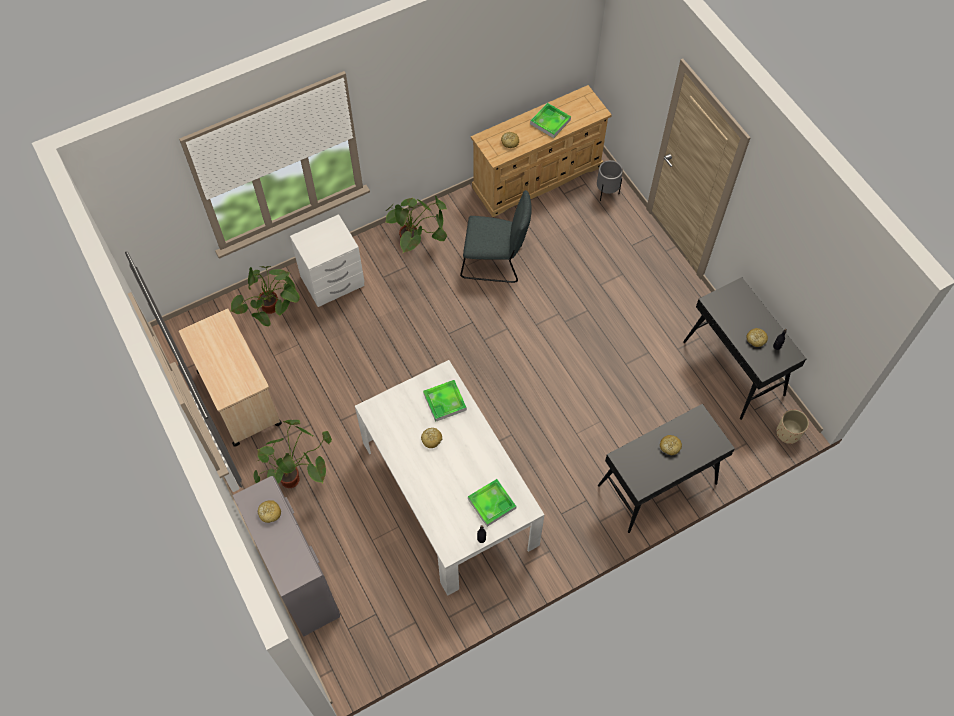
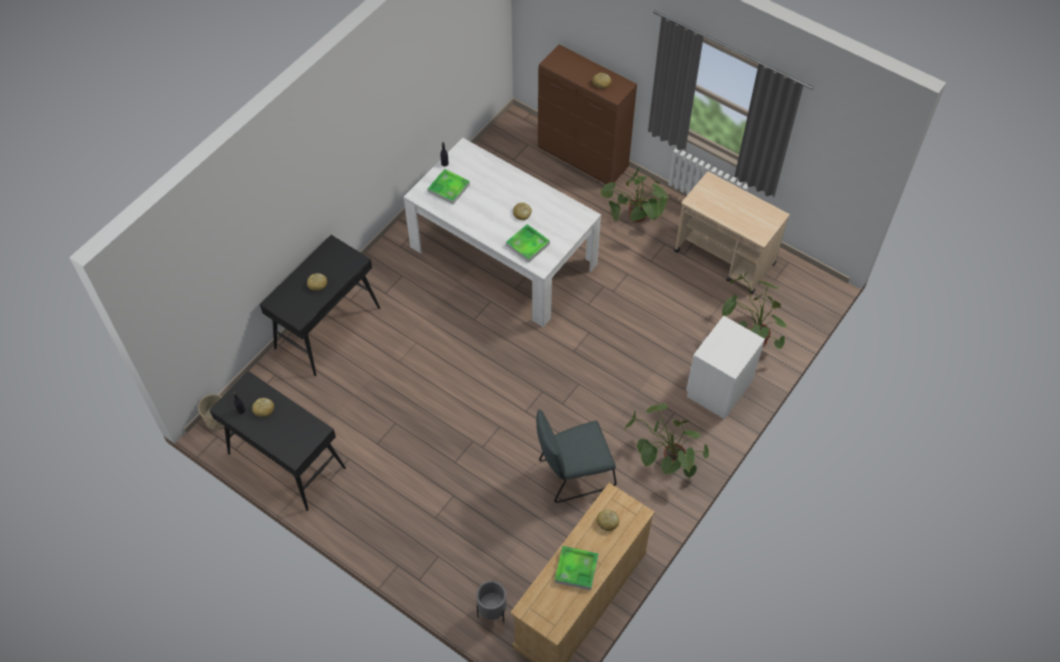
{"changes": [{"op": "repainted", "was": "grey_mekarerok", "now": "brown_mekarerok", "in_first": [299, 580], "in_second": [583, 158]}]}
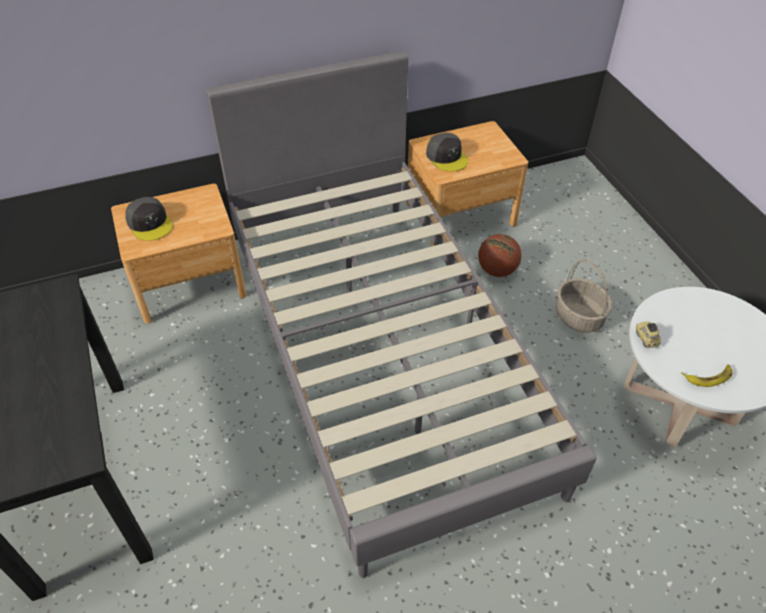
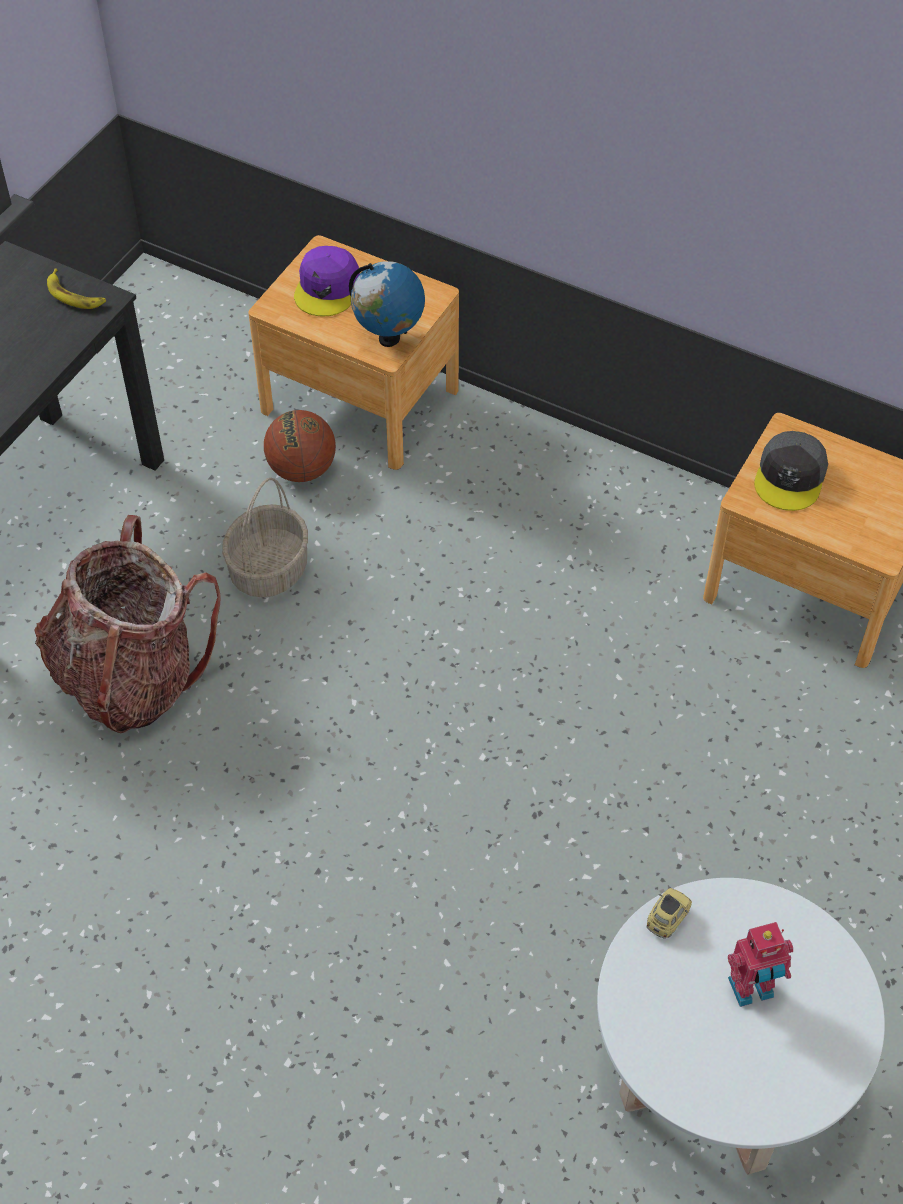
{"changes": [{"op": "new", "now": "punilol", "in_second": [131, 677]}, {"op": "shifted", "was": "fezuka", "in_first": [708, 377], "in_second": [75, 295]}, {"op": "shifted", "was": "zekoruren", "in_first": [579, 317], "in_second": [269, 570]}, {"op": "shifted", "was": "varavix", "in_first": [497, 270], "in_second": [302, 469]}, {"op": "repainted", "was": "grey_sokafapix", "now": "purple_sokafapix", "in_first": [150, 223], "in_second": [327, 288]}, {"op": "new", "now": "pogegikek", "in_second": [389, 338]}, {"op": "new", "now": "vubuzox", "in_second": [752, 990]}, {"op": "gone", "was": "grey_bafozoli", "in_first": [382, 353]}]}
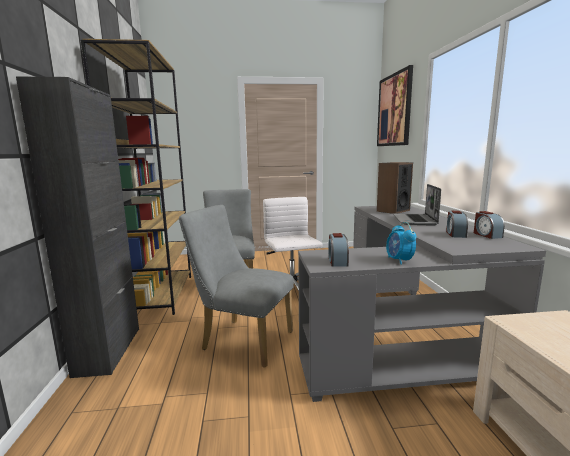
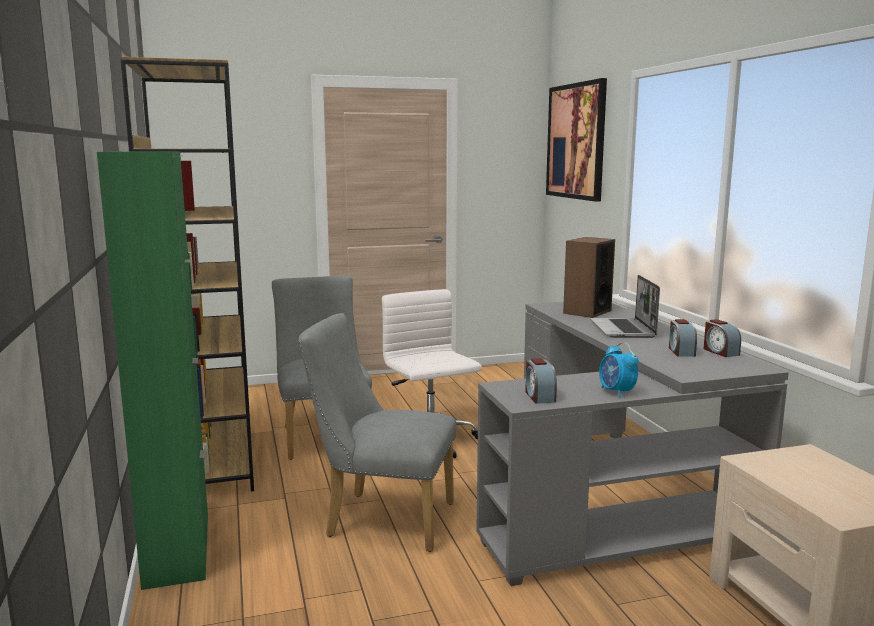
{"changes": [{"op": "repainted", "was": "black_mekarerok", "now": "green_mekarerok", "in_first": [108, 351], "in_second": [177, 550]}]}
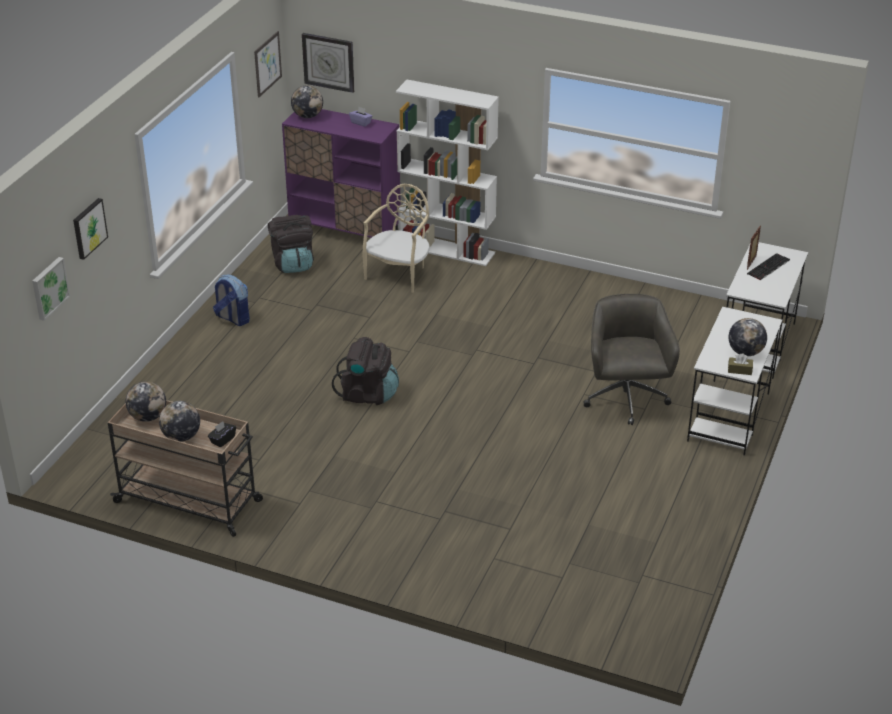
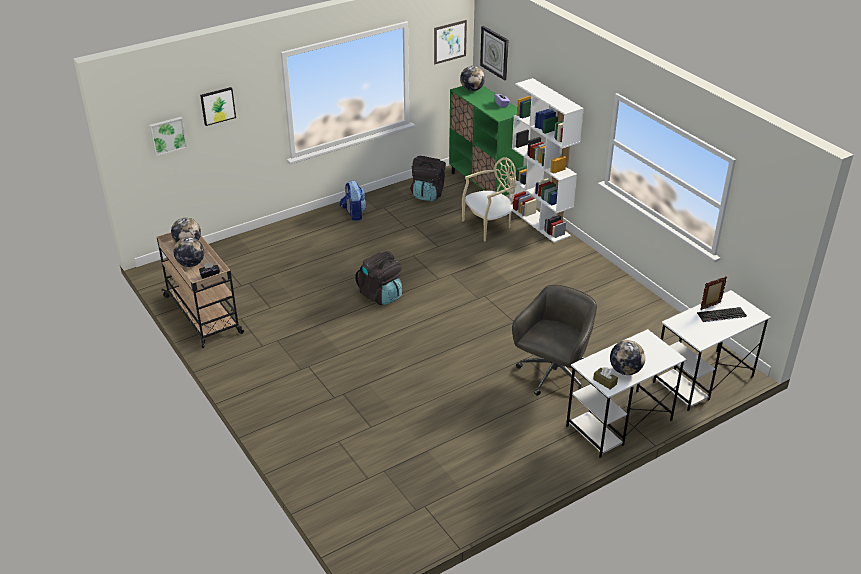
{"changes": [{"op": "repainted", "was": "purple_mekarerok", "now": "green_mekarerok", "in_first": [345, 231], "in_second": [484, 185]}]}
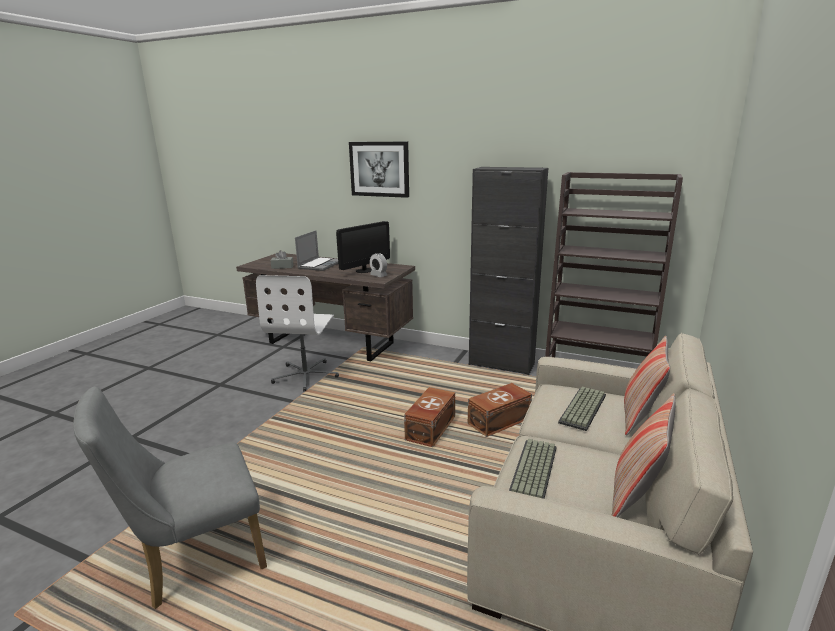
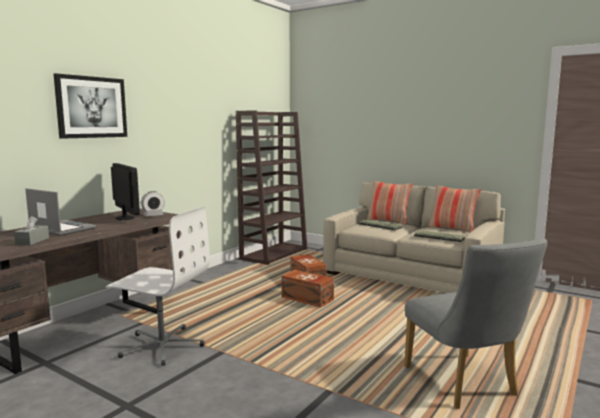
{"changes": [{"op": "gone", "was": "black_mekarerok", "in_first": [501, 364]}]}
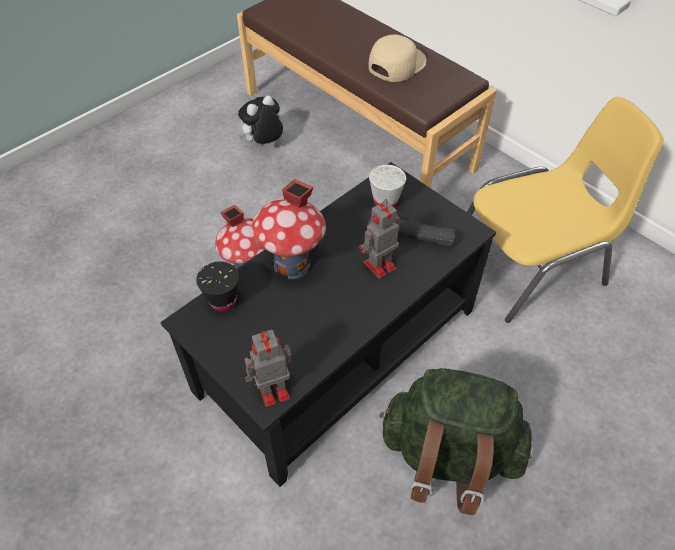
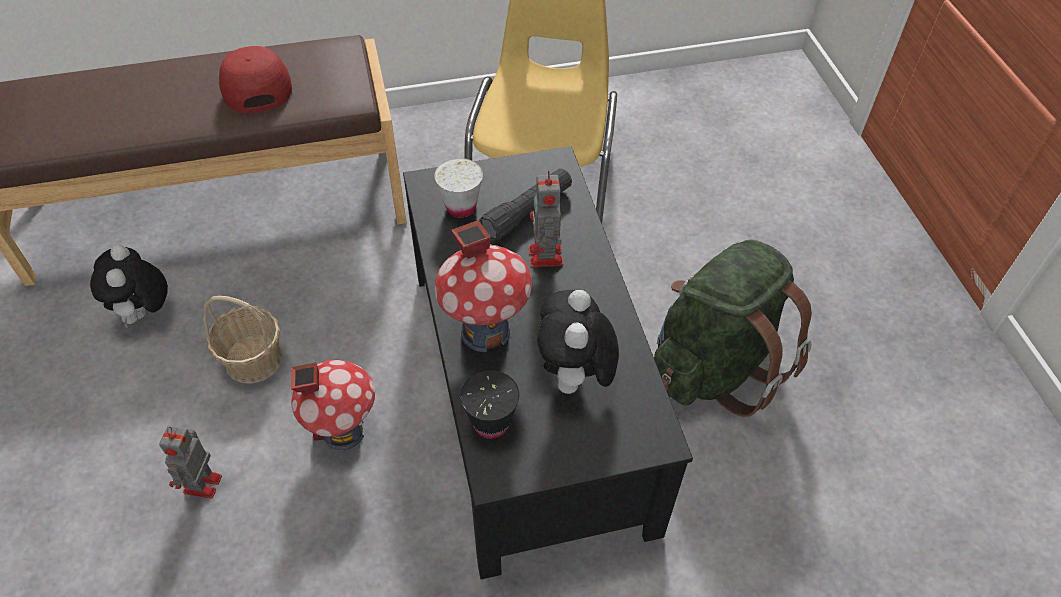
{"changes": [{"op": "shifted", "was": "vubuzox", "in_first": [271, 391], "in_second": [201, 486]}, {"op": "new", "now": "zekoruren", "in_second": [253, 359]}, {"op": "repainted", "was": "beige_sokafapix", "now": "red_sokafapix", "in_first": [396, 64], "in_second": [254, 85]}, {"op": "new", "now": "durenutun", "in_second": [574, 378]}]}
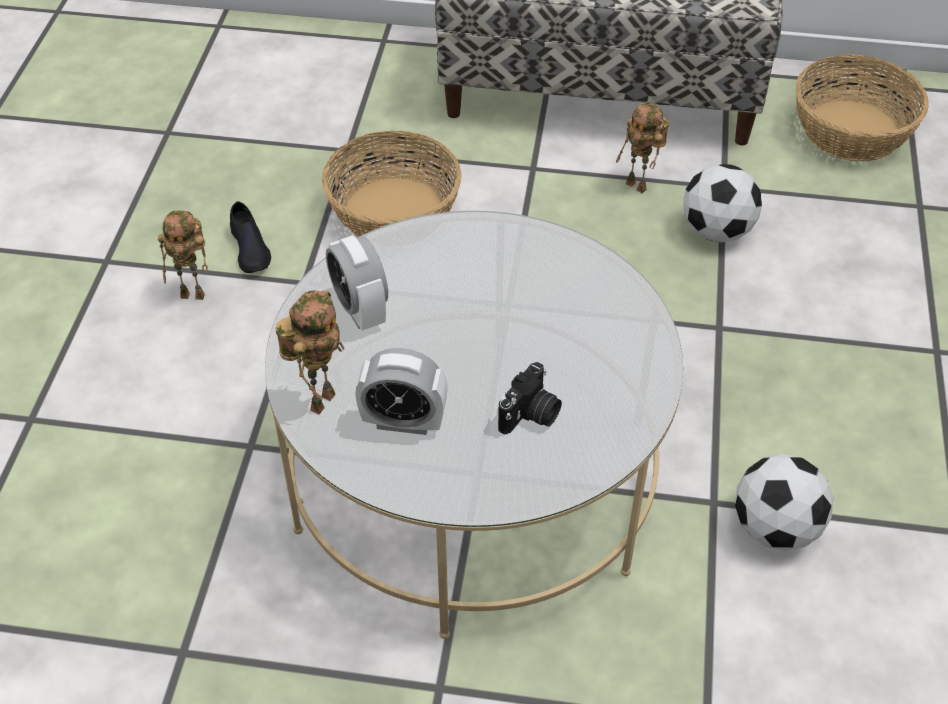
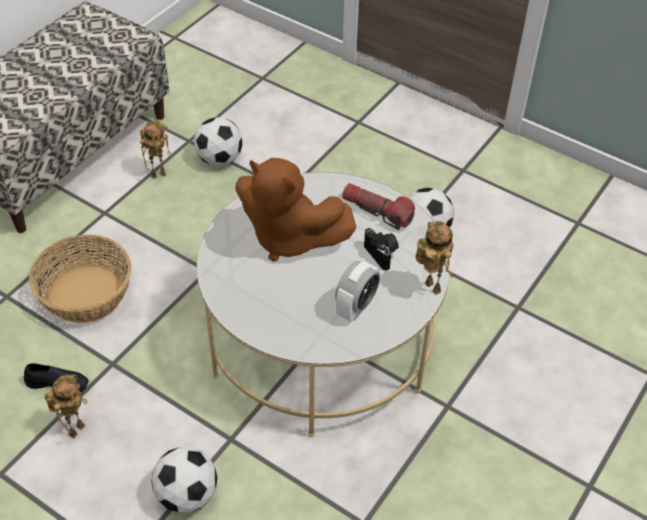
{"changes": [{"op": "new", "now": "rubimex", "in_second": [187, 494]}, {"op": "new", "now": "brown_durenutun", "in_second": [289, 237]}, {"op": "new", "now": "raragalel", "in_second": [377, 211]}, {"op": "shifted", "was": "vubuzox", "in_first": [321, 399], "in_second": [430, 287]}, {"op": "gone", "was": "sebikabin", "in_first": [360, 309]}, {"op": "gone", "was": "zekoruren", "in_first": [852, 131]}]}
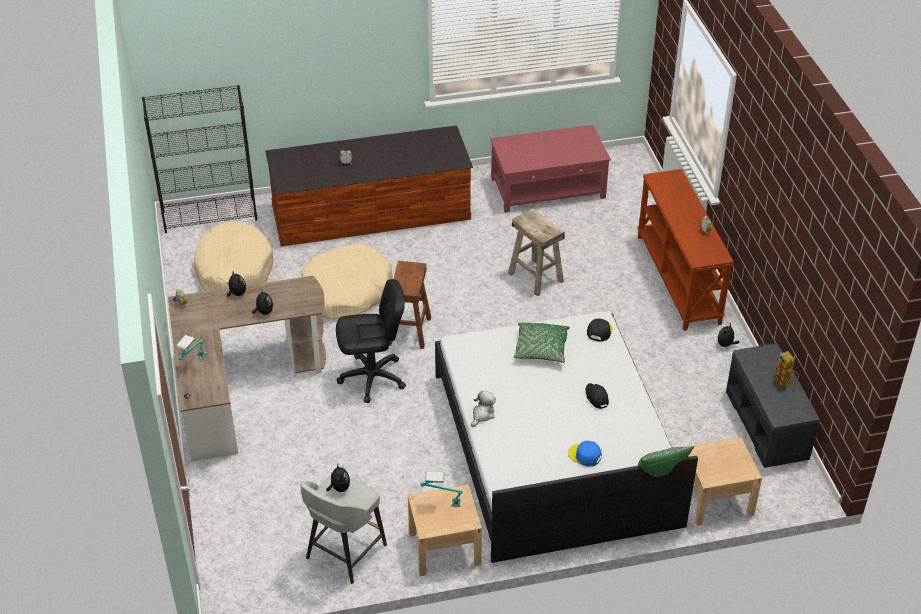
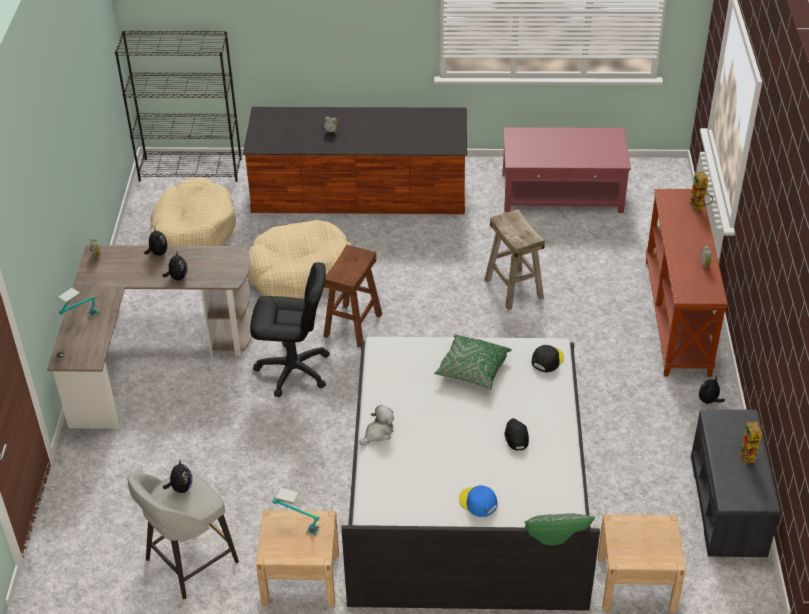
{"changes": [{"op": "new", "now": "vubuzox", "in_second": [698, 208]}]}
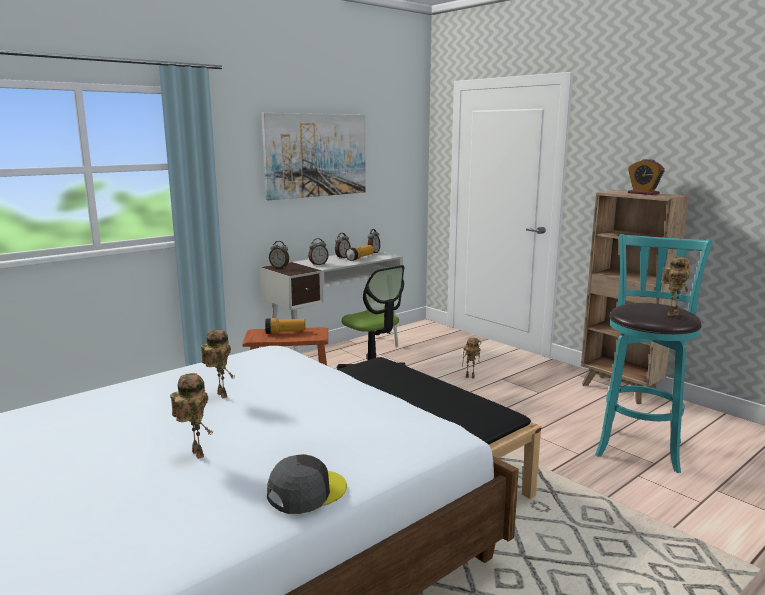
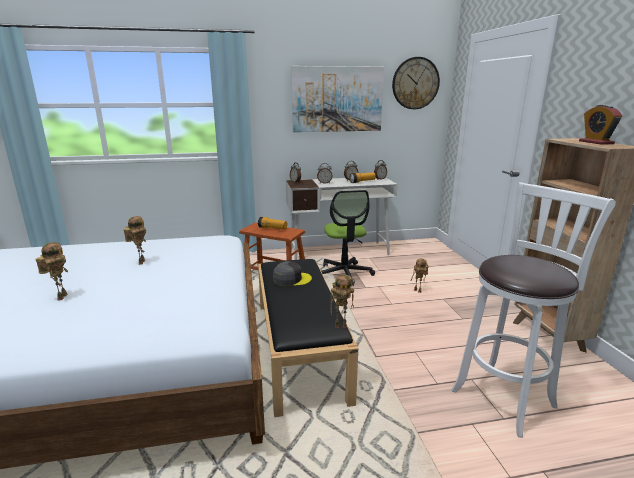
{"changes": [{"op": "shifted", "was": "grey_sokafapix", "in_first": [306, 492], "in_second": [291, 279]}, {"op": "shifted", "was": "vubuzox", "in_first": [672, 314], "in_second": [341, 325]}, {"op": "new", "now": "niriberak", "in_second": [415, 83]}, {"op": "repainted", "was": "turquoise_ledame", "now": "white_ledame", "in_first": [639, 446], "in_second": [506, 396]}]}
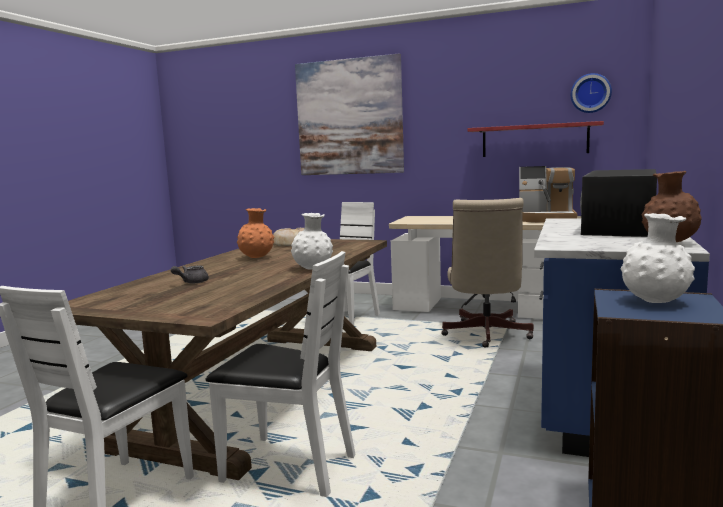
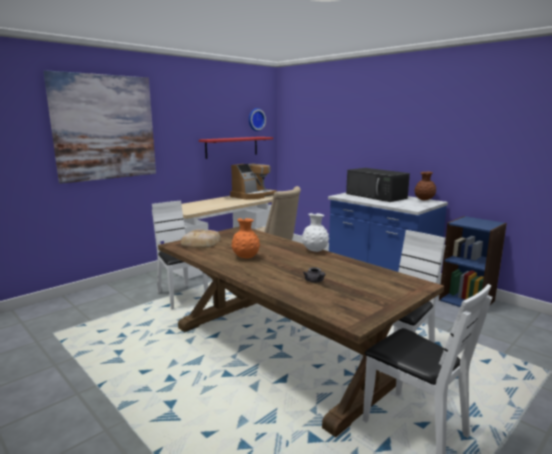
{"changes": [{"op": "gone", "was": "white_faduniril", "in_first": [655, 301]}]}
